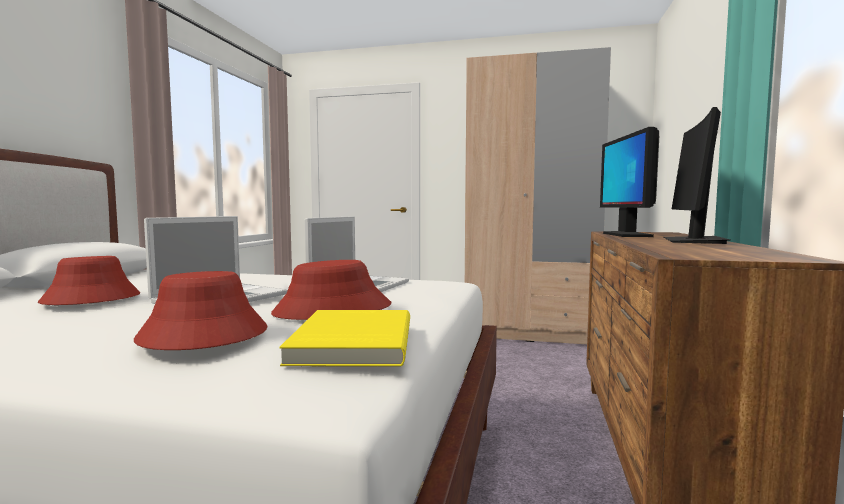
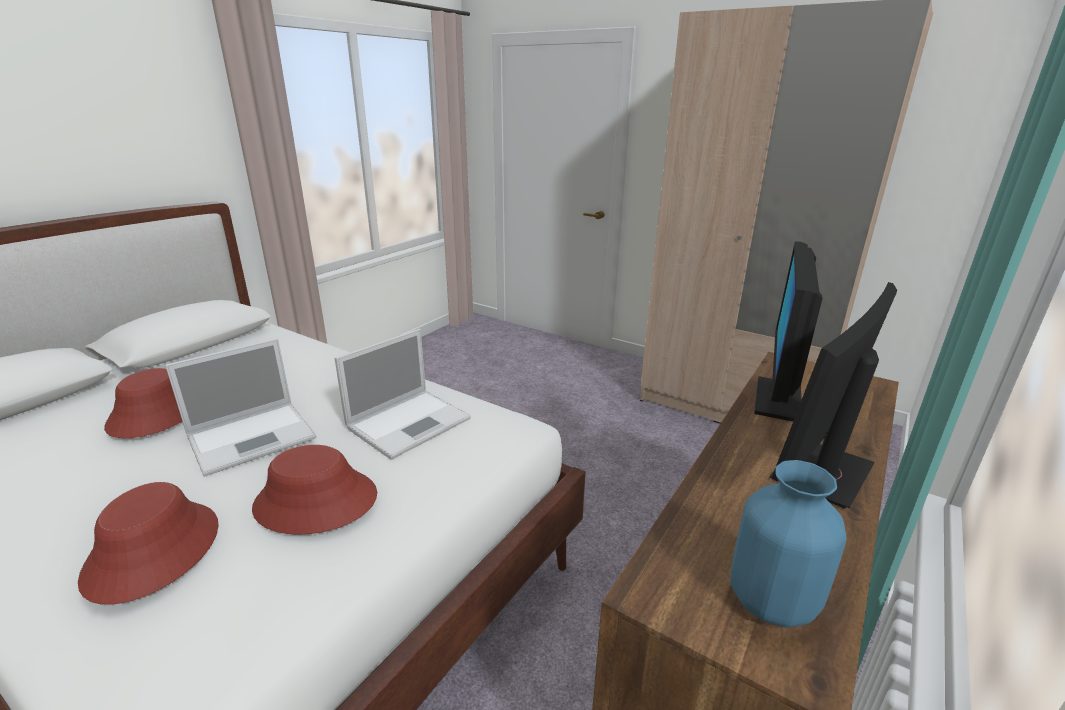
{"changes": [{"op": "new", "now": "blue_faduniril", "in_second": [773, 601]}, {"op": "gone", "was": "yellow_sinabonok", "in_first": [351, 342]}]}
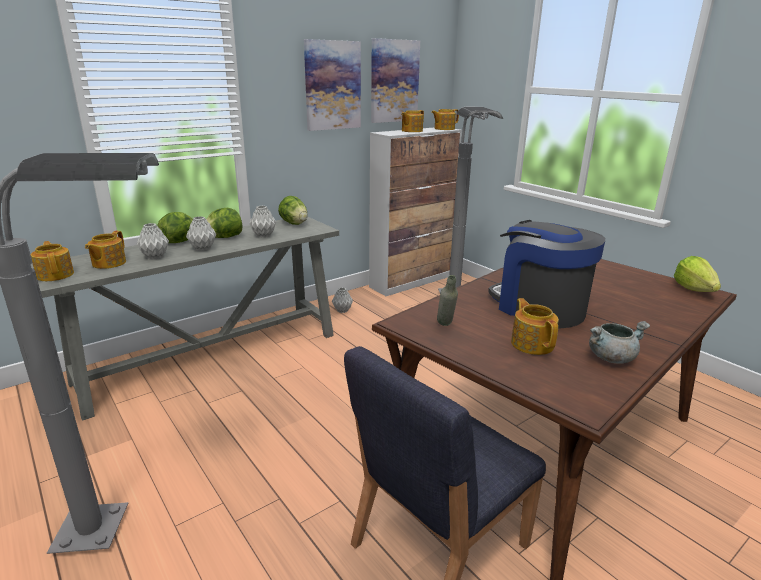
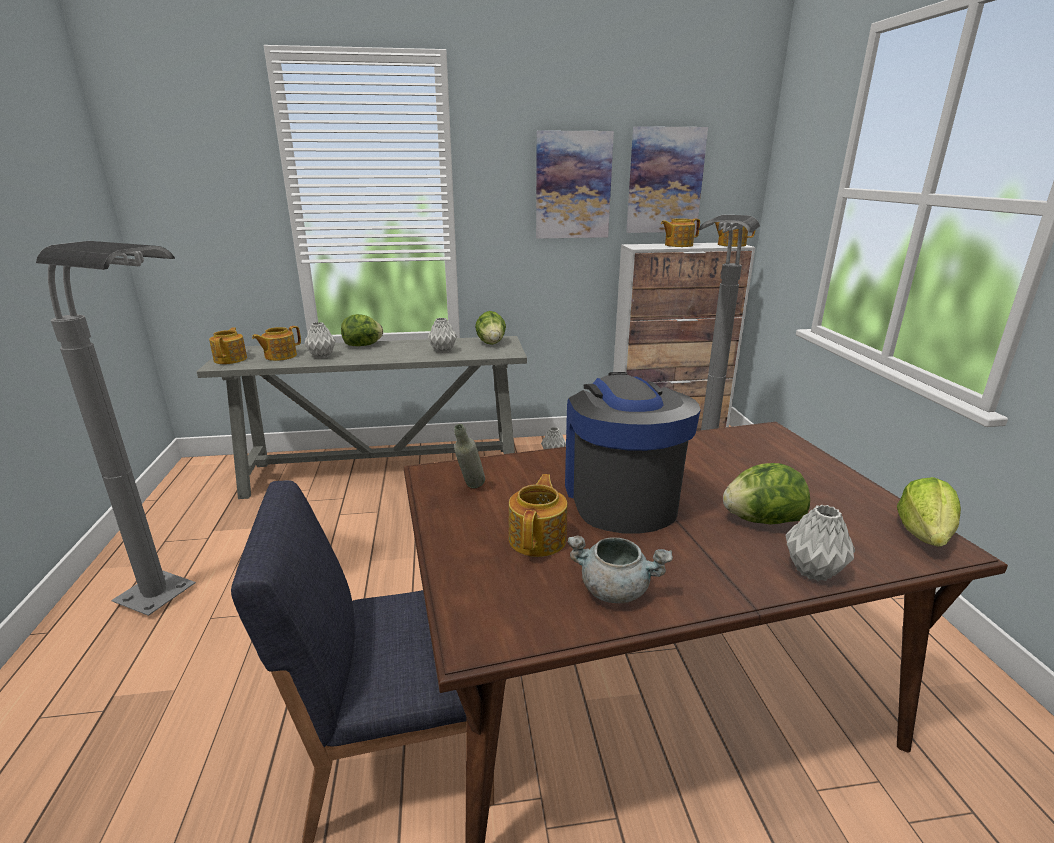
{"changes": [{"op": "shifted", "was": "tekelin", "in_first": [224, 237], "in_second": [761, 520]}, {"op": "shifted", "was": "grey_faduniril", "in_first": [203, 248], "in_second": [814, 572]}]}
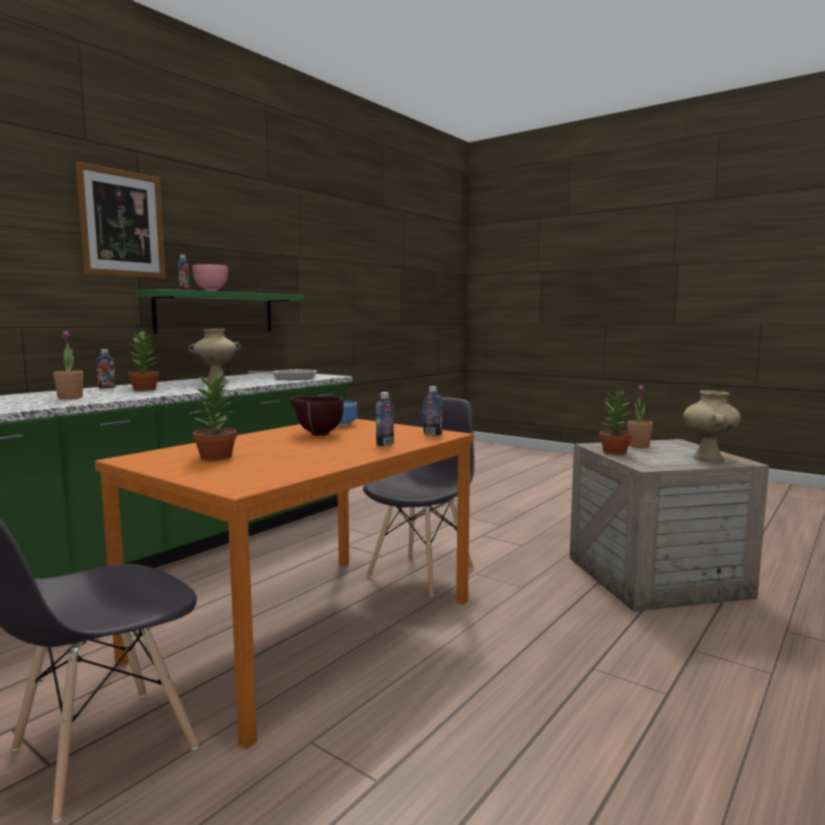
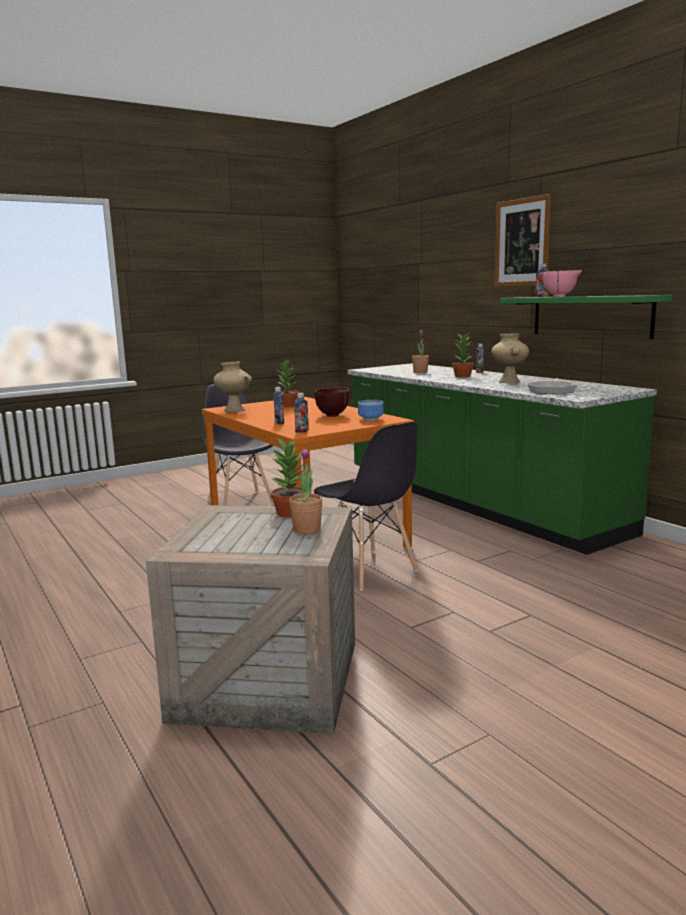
{"changes": [{"op": "shifted", "was": "beige_faduniril", "in_first": [709, 458], "in_second": [233, 410]}]}
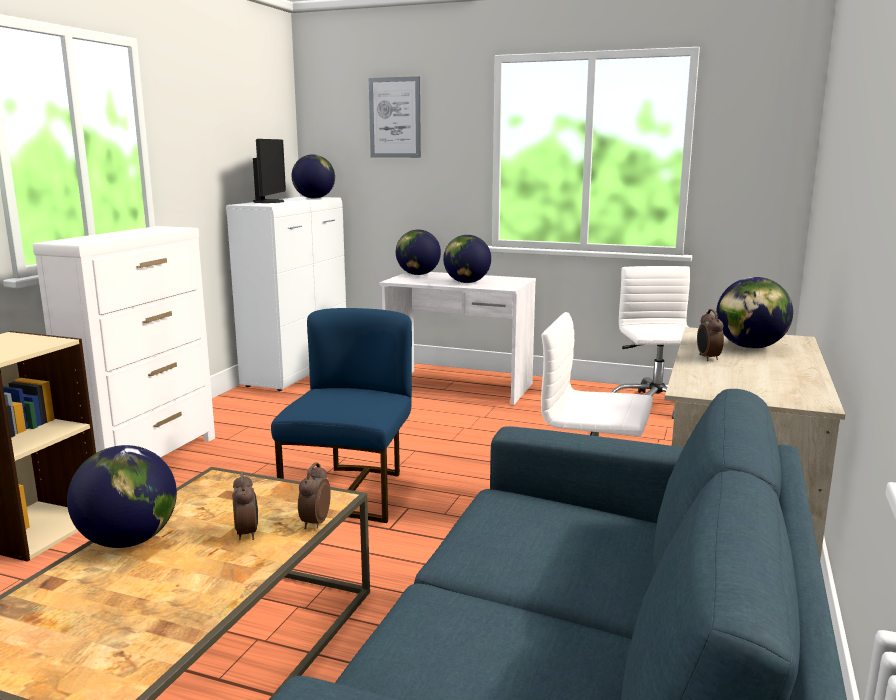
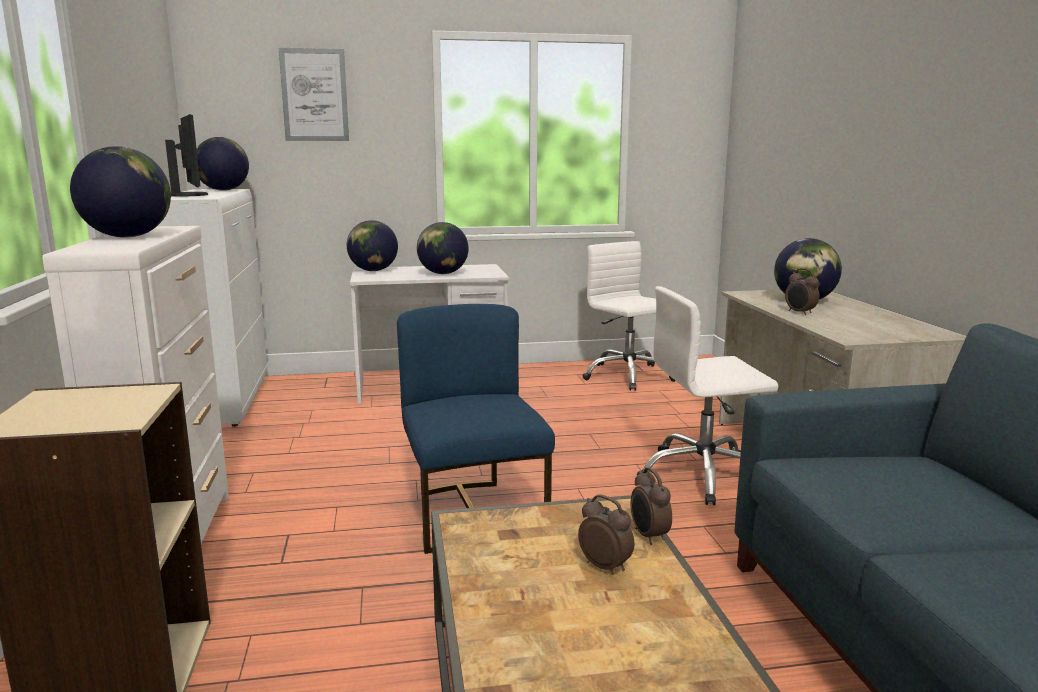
{"changes": [{"op": "shifted", "was": "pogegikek", "in_first": [129, 540], "in_second": [127, 237]}]}
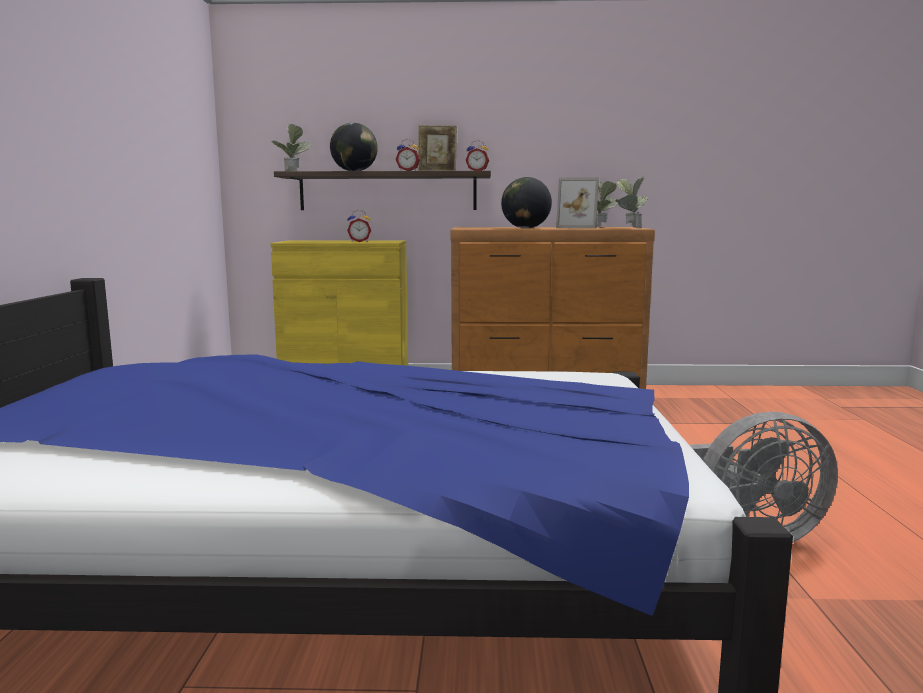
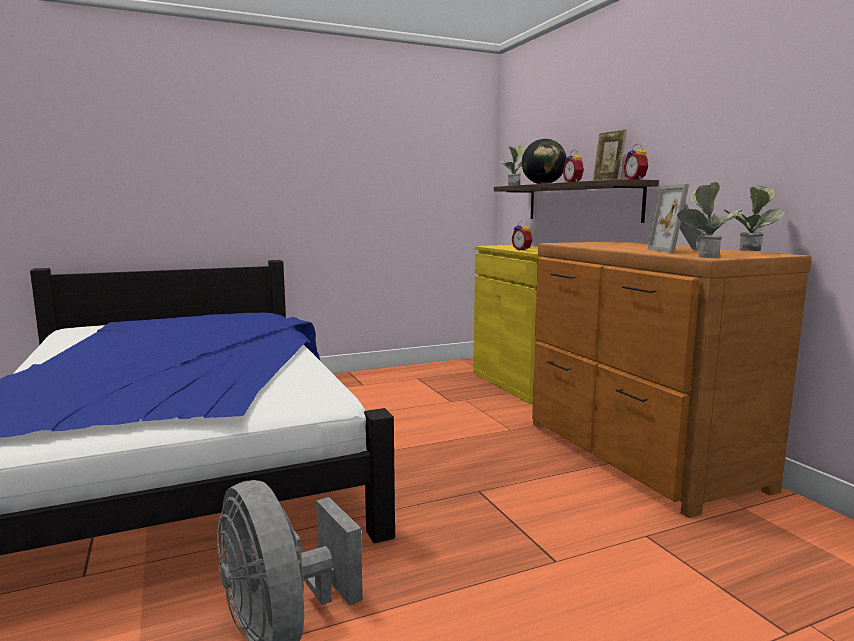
{"changes": [{"op": "gone", "was": "pogegikek", "in_first": [525, 228]}]}
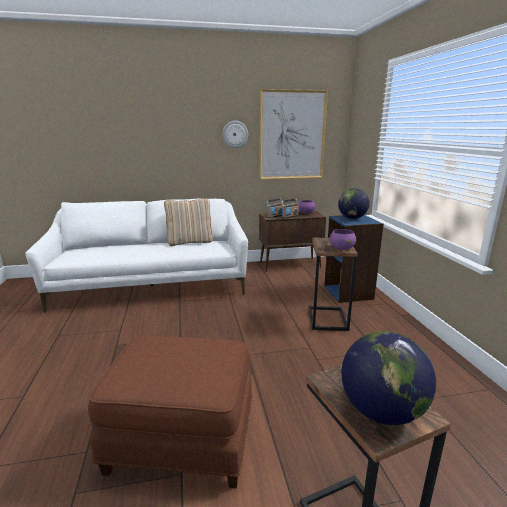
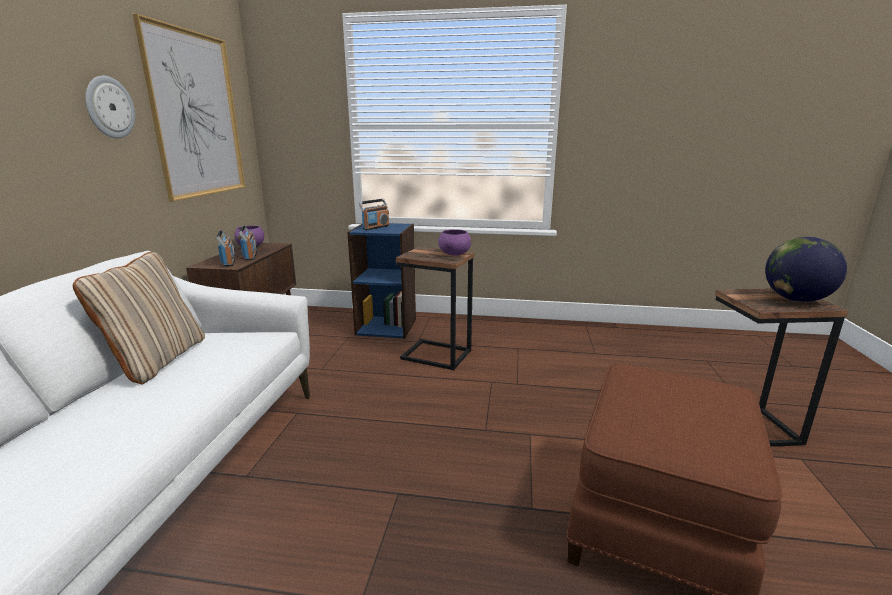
{"changes": [{"op": "swapped", "was": "pogegikek", "now": "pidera", "in_first": [352, 218], "in_second": [375, 227]}]}
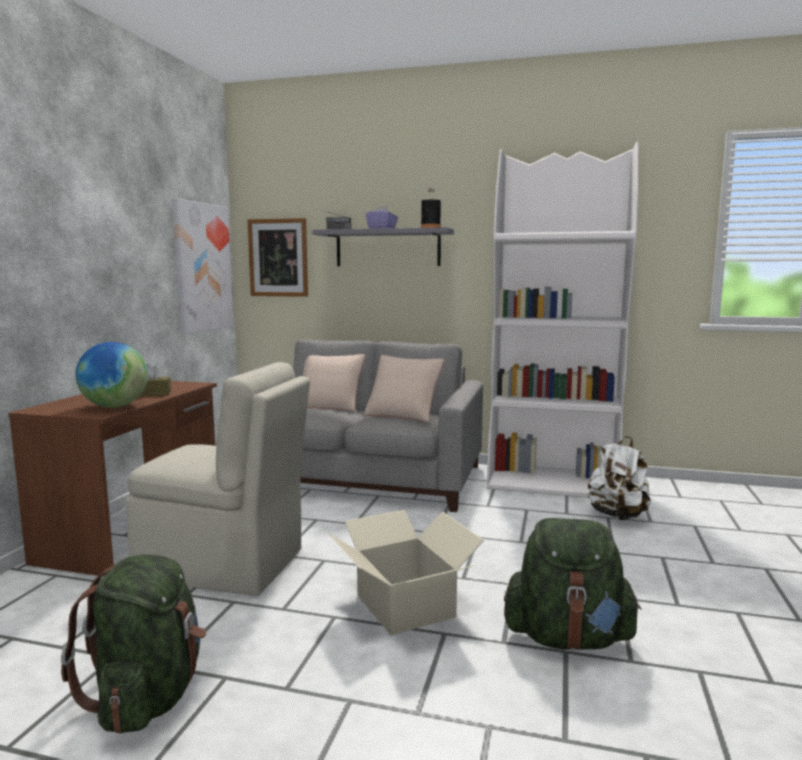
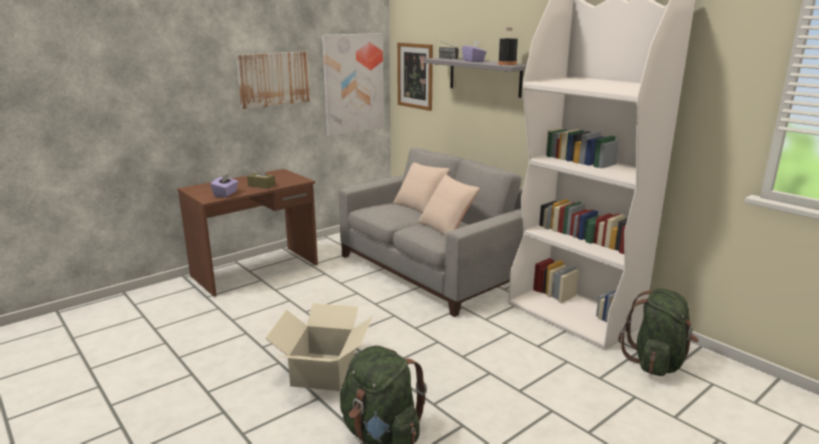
{"changes": [{"op": "swapped", "was": "pogegikek", "now": "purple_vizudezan", "in_first": [114, 406], "in_second": [226, 194]}, {"op": "new", "now": "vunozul", "in_second": [274, 79]}, {"op": "shifted", "was": "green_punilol", "in_first": [148, 696], "in_second": [656, 362]}, {"op": "gone", "was": "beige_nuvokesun", "in_first": [225, 565]}, {"op": "gone", "was": "white_punilol", "in_first": [617, 516]}]}
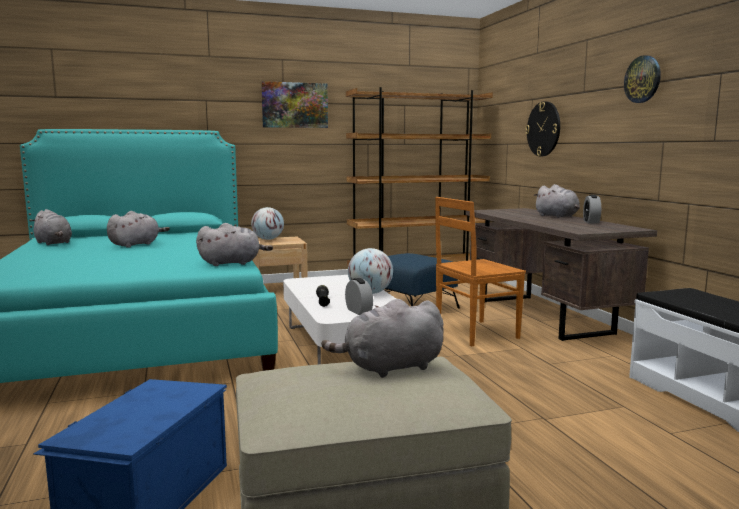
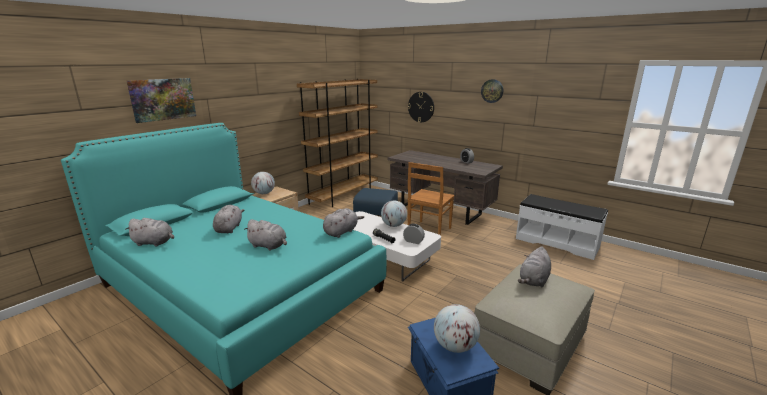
{"changes": [{"op": "shifted", "was": "vunozul", "in_first": [294, 105], "in_second": [163, 99]}, {"op": "shifted", "was": "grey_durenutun", "in_first": [557, 216], "in_second": [269, 246]}, {"op": "new", "now": "pogegikek", "in_second": [455, 346]}]}
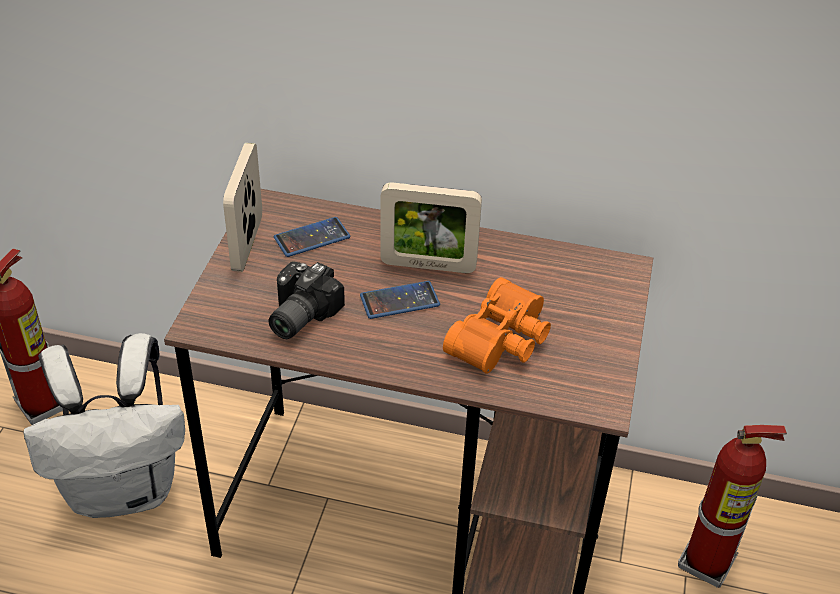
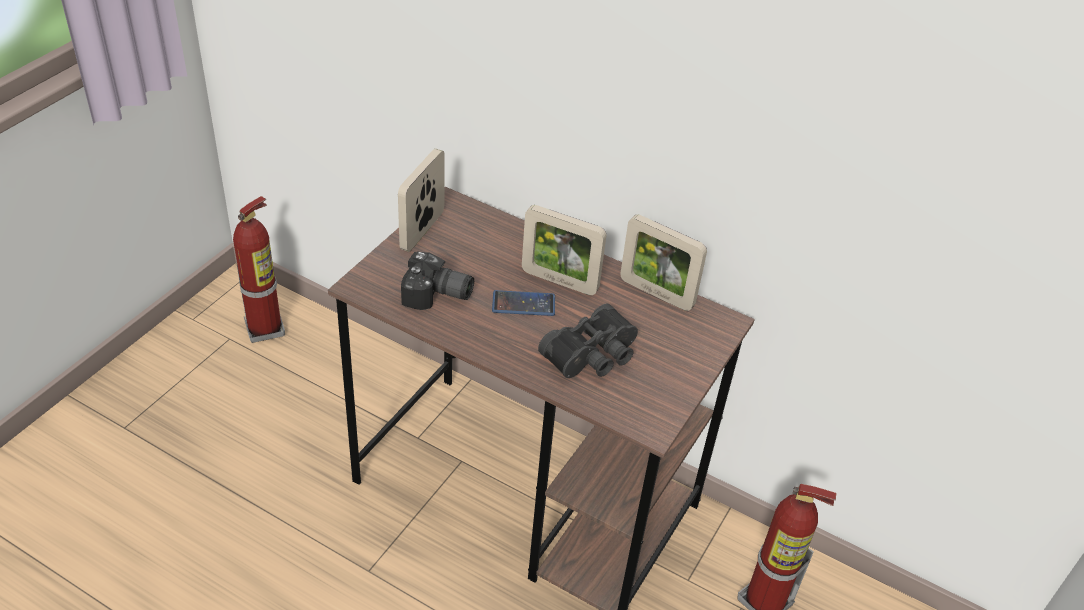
{"changes": [{"op": "rotated", "was": "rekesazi", "in_first": [297, 315], "in_second": [437, 296], "clockwise": -120}, {"op": "repainted", "was": "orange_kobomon", "now": "black_kobomon", "in_first": [503, 341], "in_second": [593, 356]}, {"op": "new", "now": "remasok", "in_second": [656, 293]}, {"op": "gone", "was": "white_punilol", "in_first": [125, 488]}, {"op": "gone", "was": "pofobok", "in_first": [312, 238]}]}
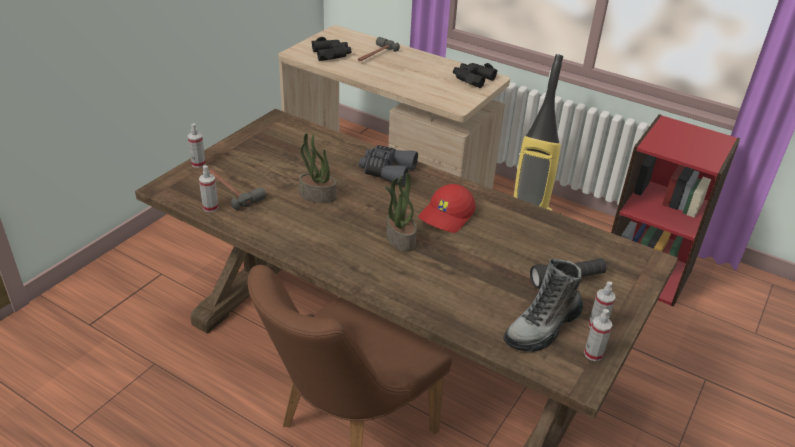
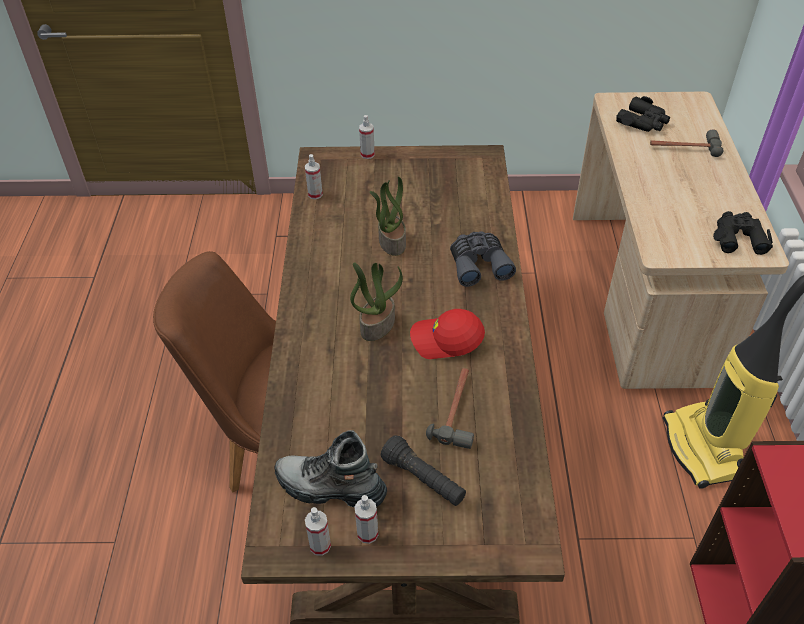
{"changes": [{"op": "shifted", "was": "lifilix", "in_first": [232, 190], "in_second": [457, 410]}]}
